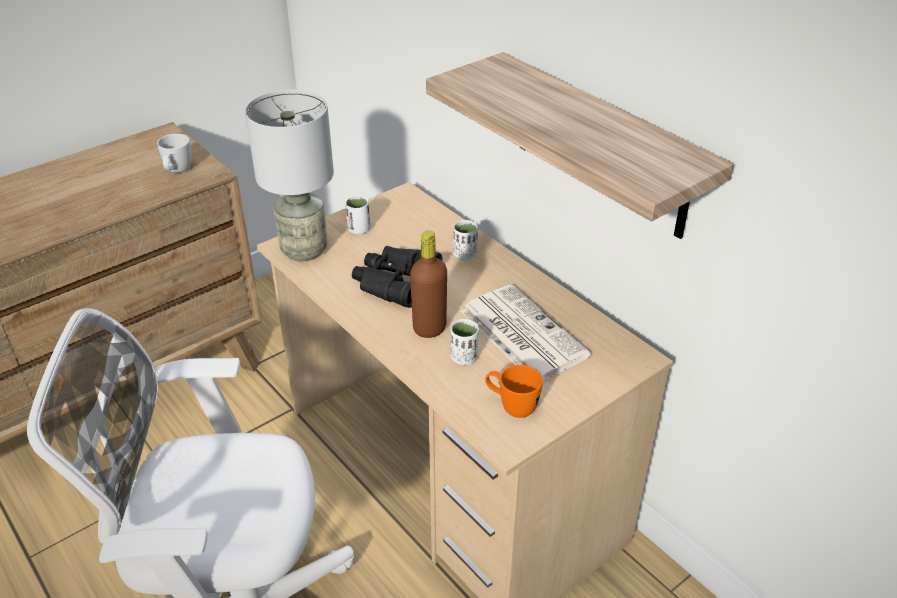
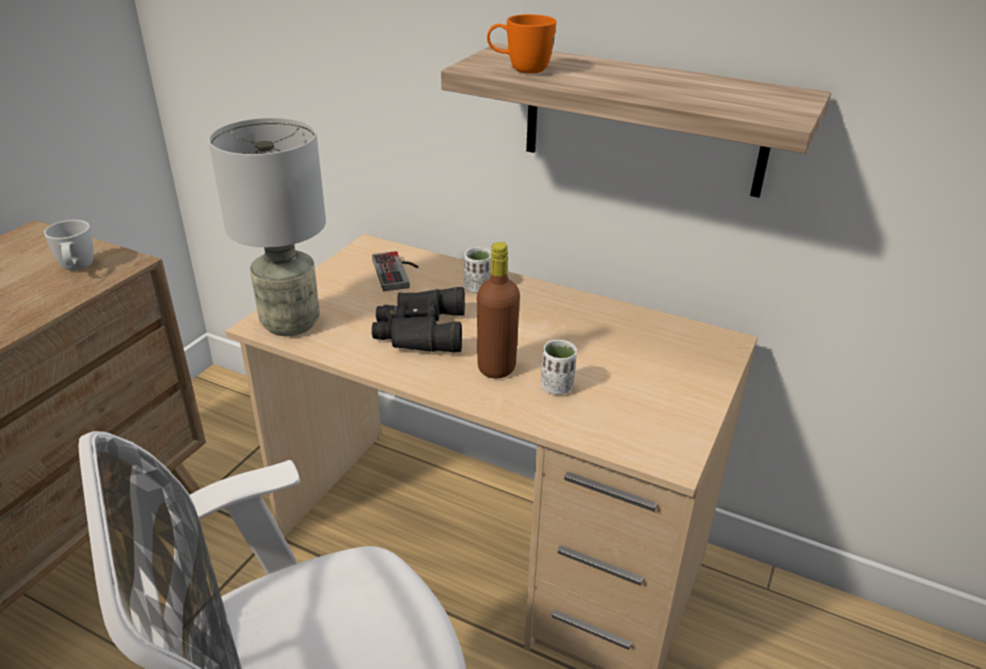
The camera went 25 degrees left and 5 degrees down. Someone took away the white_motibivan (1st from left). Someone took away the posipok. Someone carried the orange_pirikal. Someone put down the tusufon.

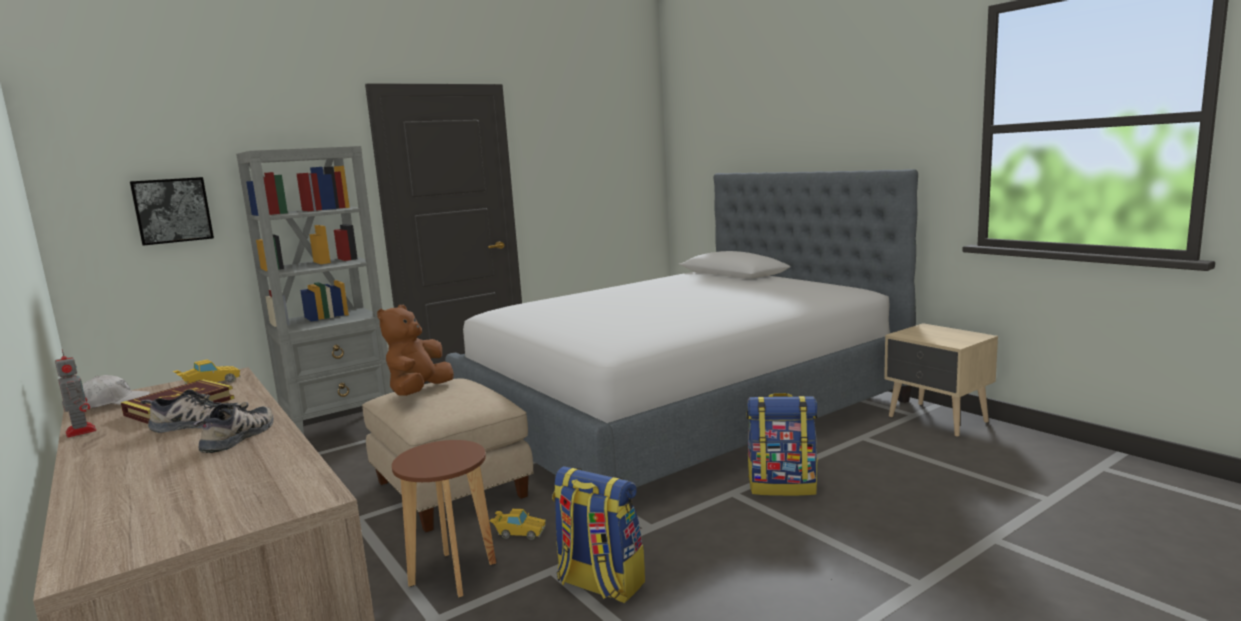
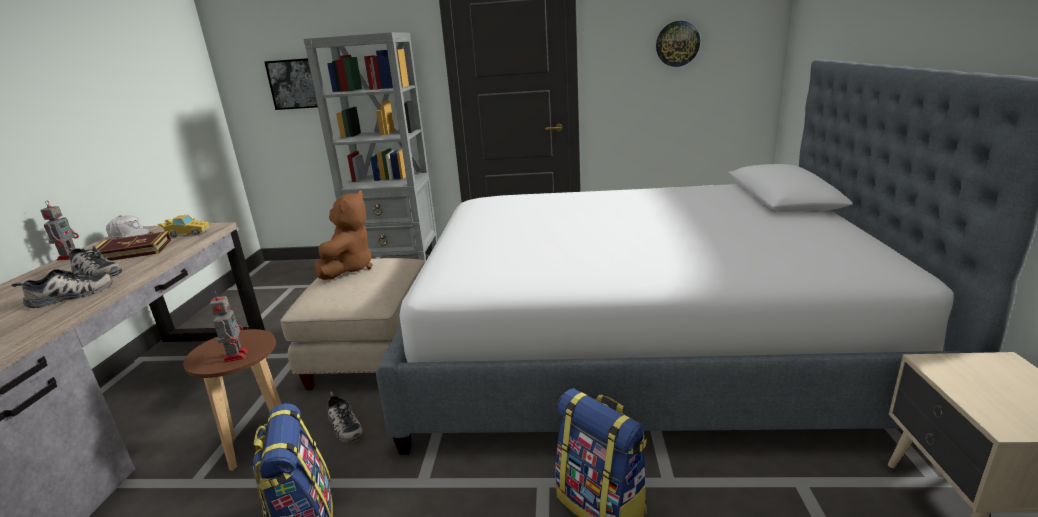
The camera went 40 degrees right and 10 degrees up. Someone rotated the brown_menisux by 135 degrees clockwise. Someone swapped the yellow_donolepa (2nd from left) for the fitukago (3rd from left). Someone put down the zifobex (2nd from left). Someone put up the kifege.

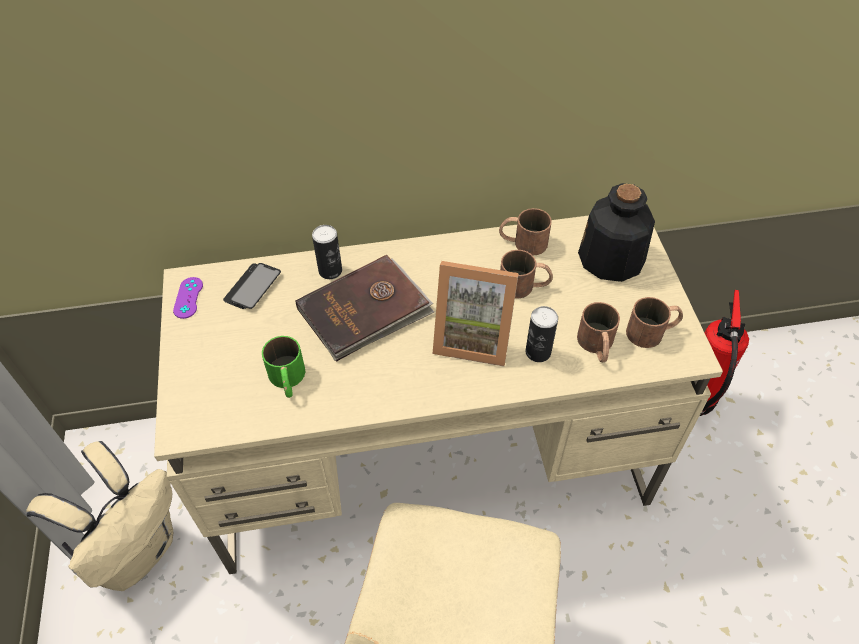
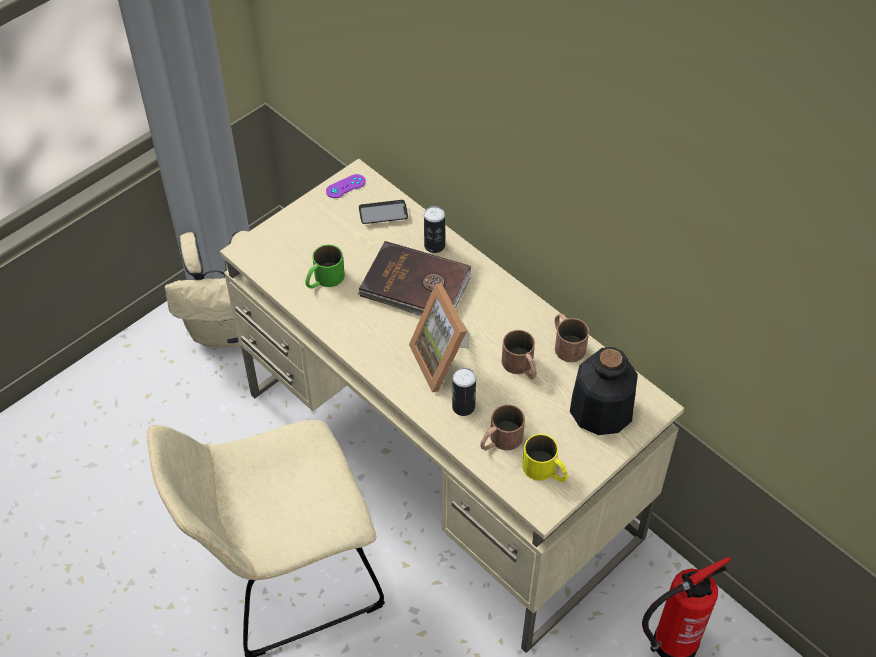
The camera went 55 degrees right and 0 degrees up. Someone repainted the brown_pirikal (4th from left), which became the yellow_pirikal.

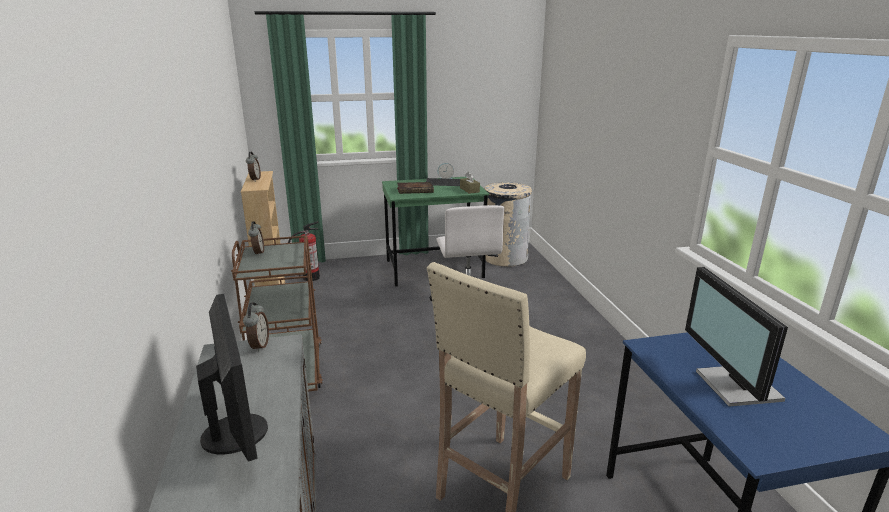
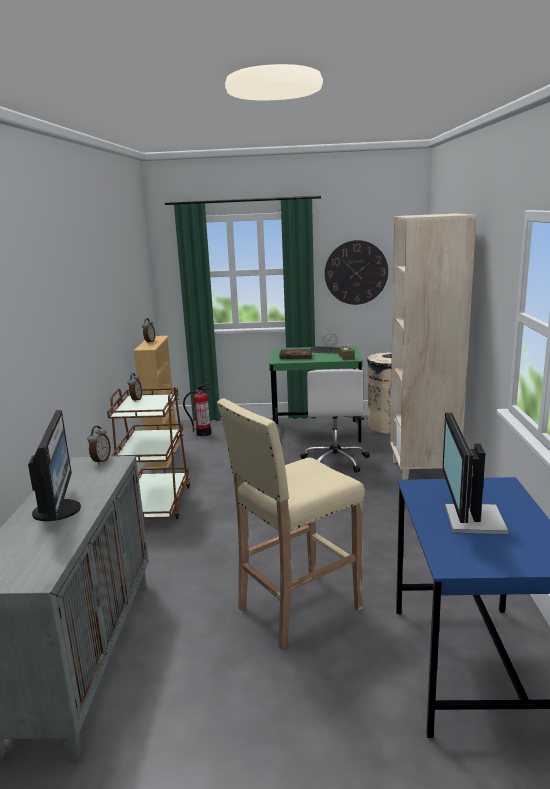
The camera went 15 degrees right and 5 degrees down. Someone put up the kifege. Someone put down the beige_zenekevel (2nd from left).

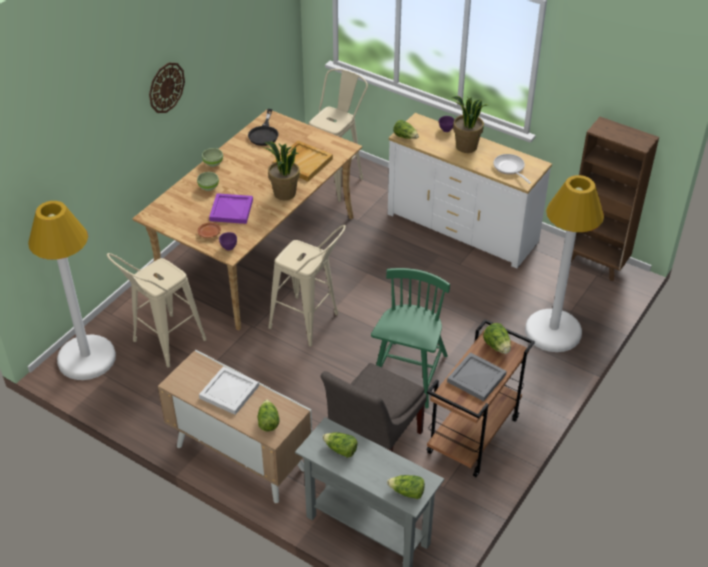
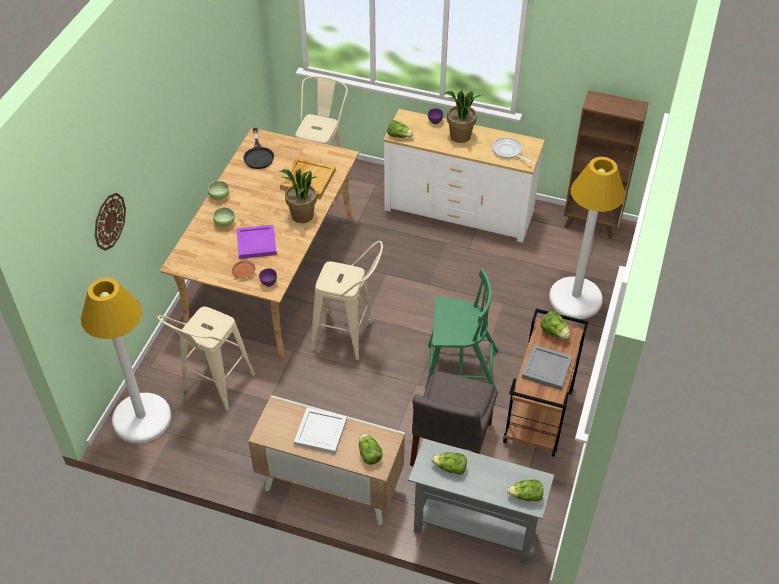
The camera went 15 degrees left and 5 degrees up. Someone carried the kifege. Someone rotated the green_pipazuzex by 90 degrees clockwise.

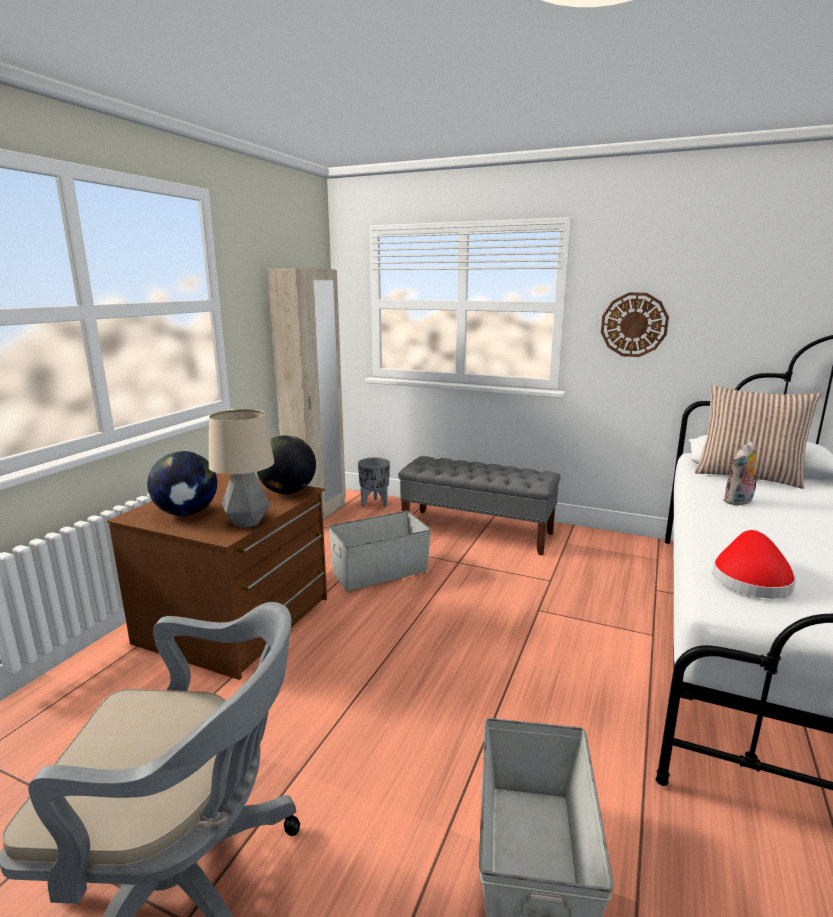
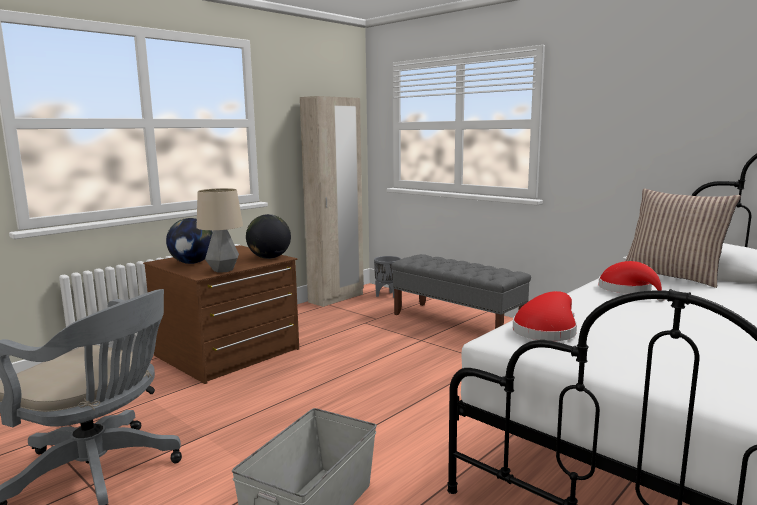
The camera went 20 degrees right and 5 degrees down. Someone took away the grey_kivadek (1st from left). Someone took away the kifege. Someone swapped the menisux for the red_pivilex (2nd from left).

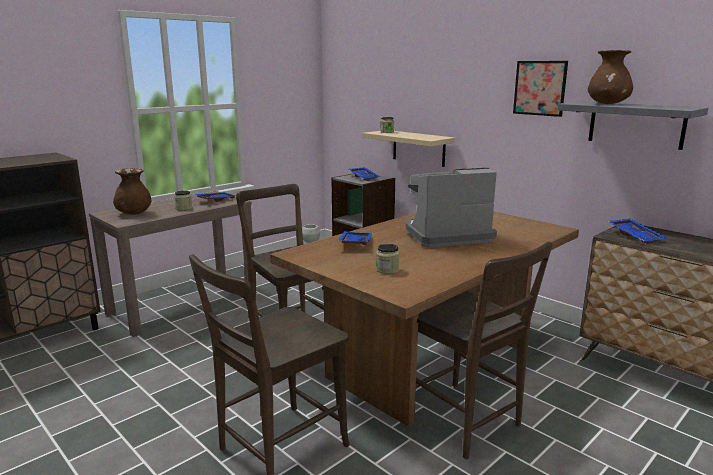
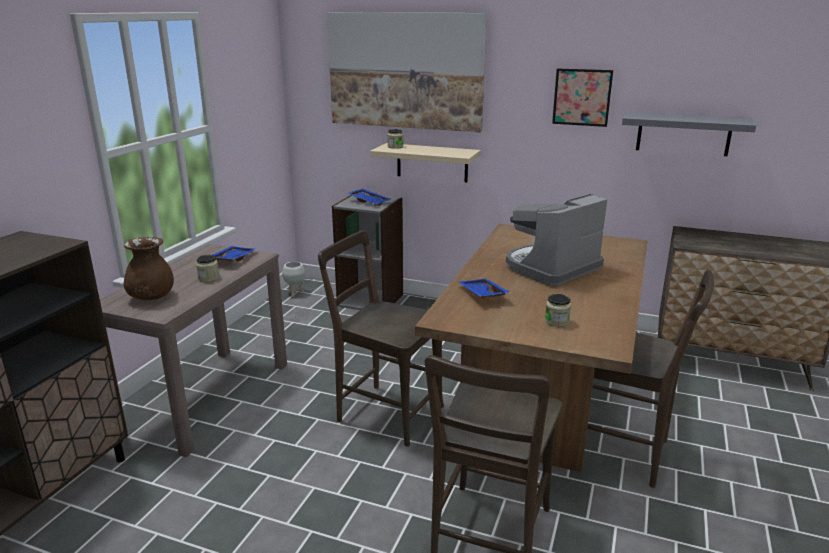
The camera went 25 degrees left and 5 degrees up. Someone took away the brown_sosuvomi (2nd from left). Someone took away the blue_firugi (4th from left). Someone put up the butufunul (1st from left).

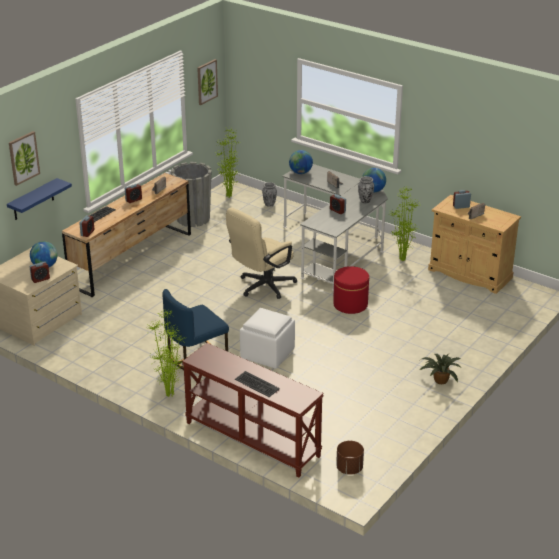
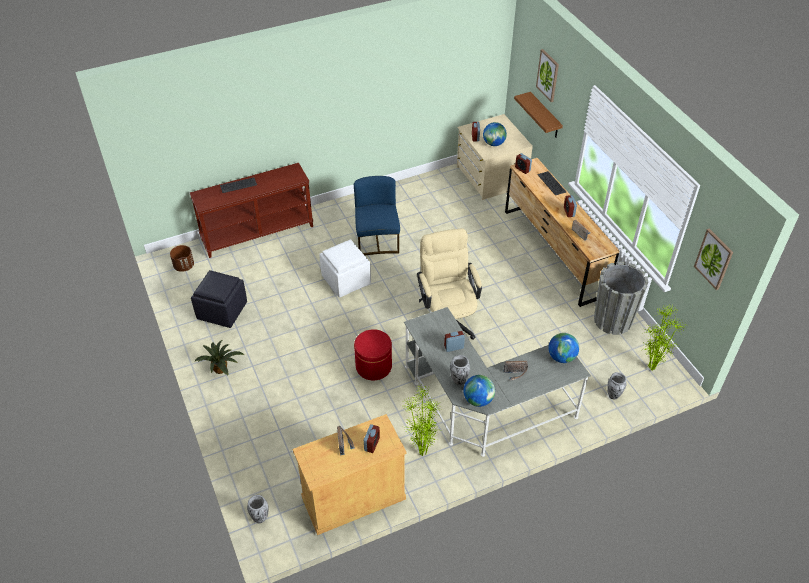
The camera went 120 degrees right and 15 degrees up. Someone repainted the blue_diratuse, which became the brown_diratuse. Someone took away the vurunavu (1st from left). Someone put down the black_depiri. Someone put down the sosuvomi (1st from left).

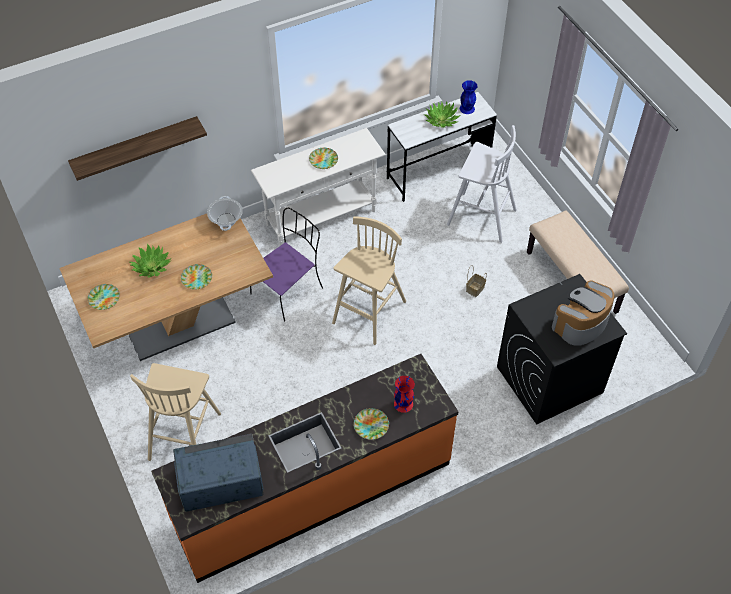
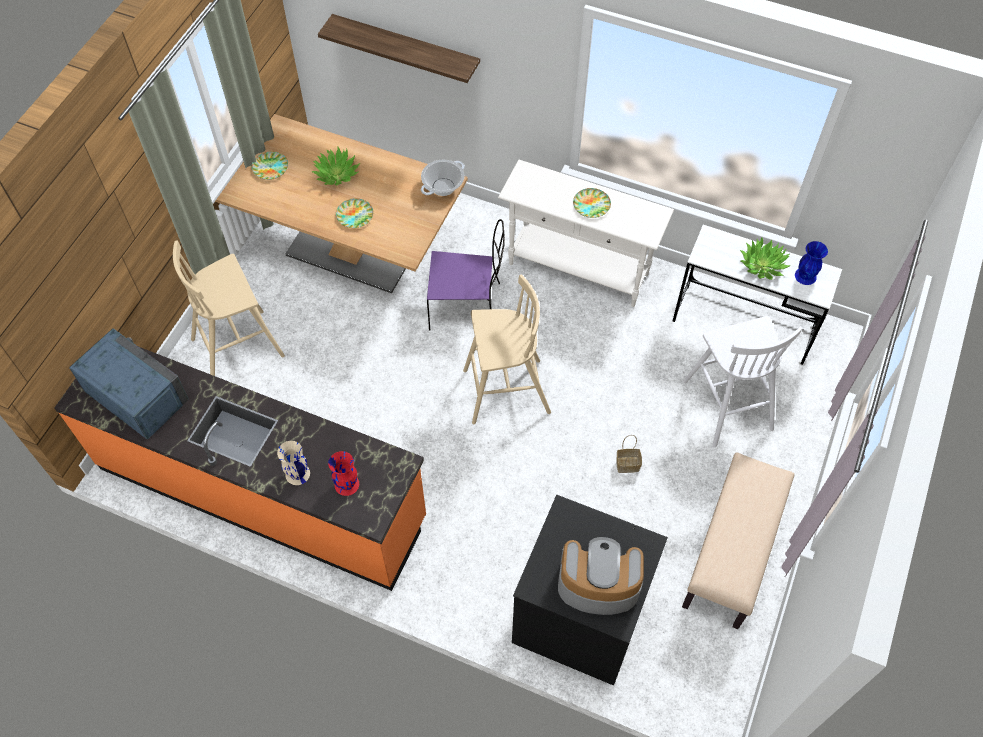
The camera went 50 degrees right and 5 degrees up. Someone swapped the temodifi (4th from left) for the beige_sosuvomi.

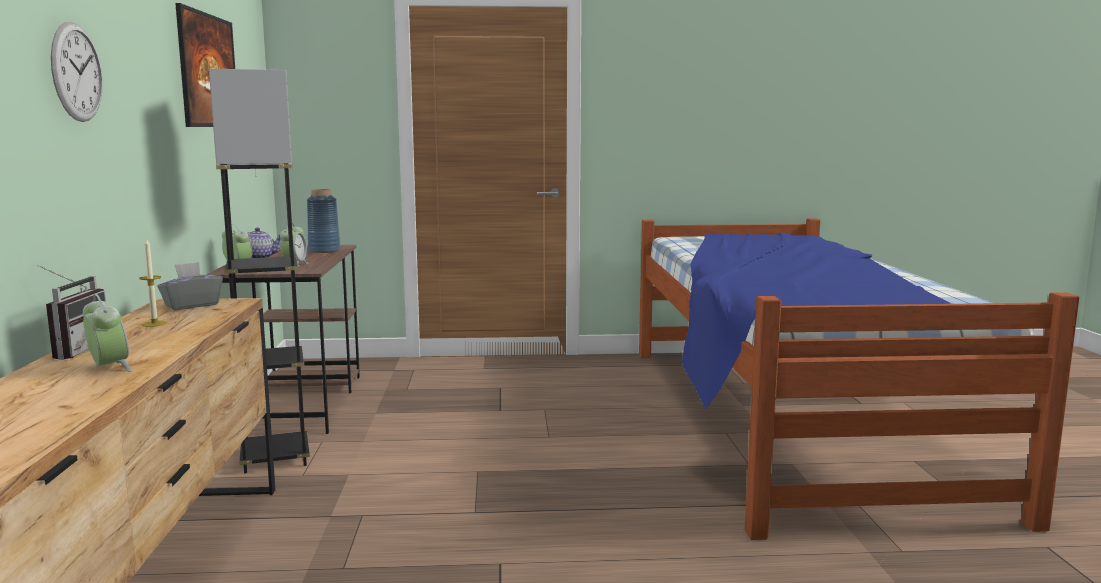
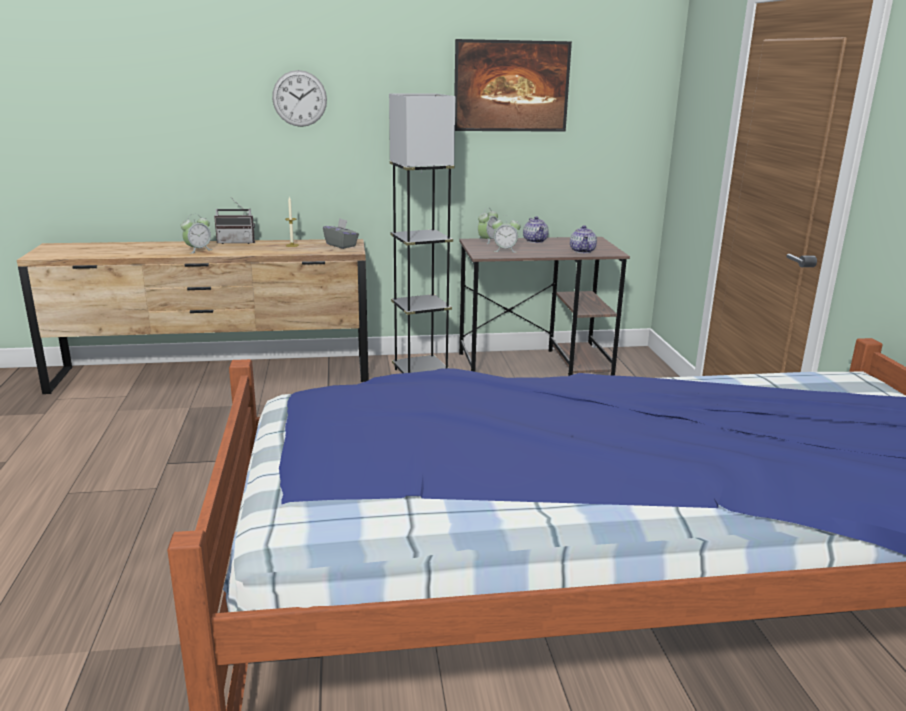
The camera went 85 degrees right and 10 degrees up. Someone swapped the blue_sosuvomi for the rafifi (2nd from left).

